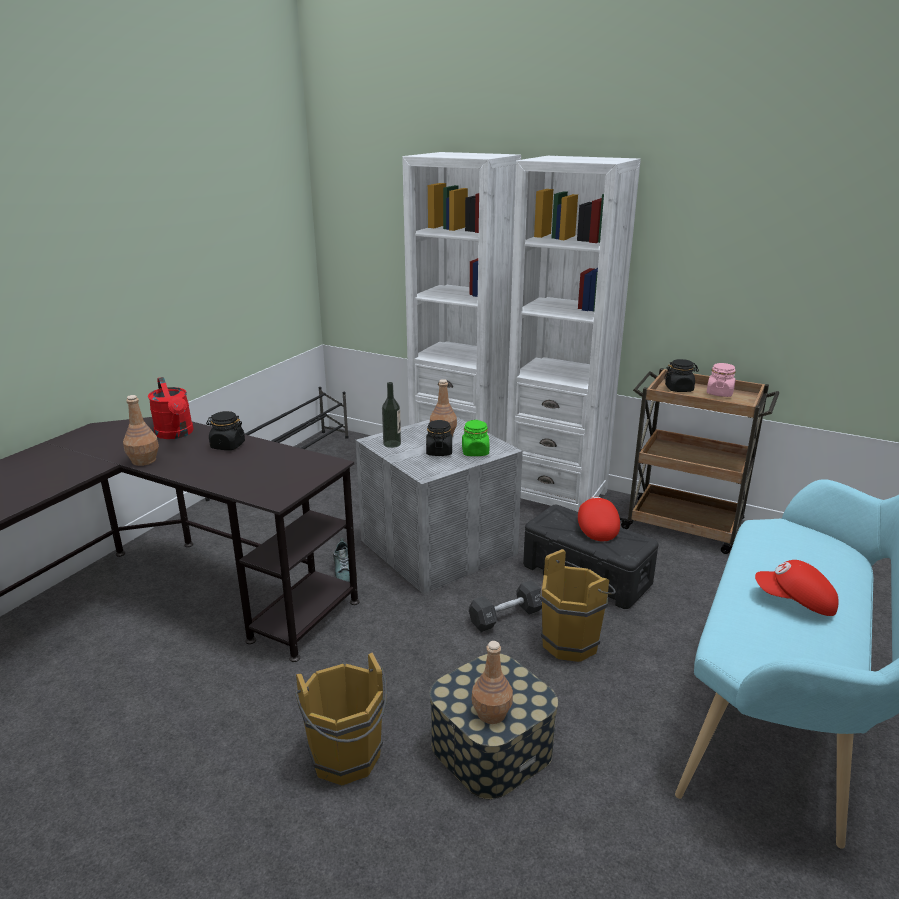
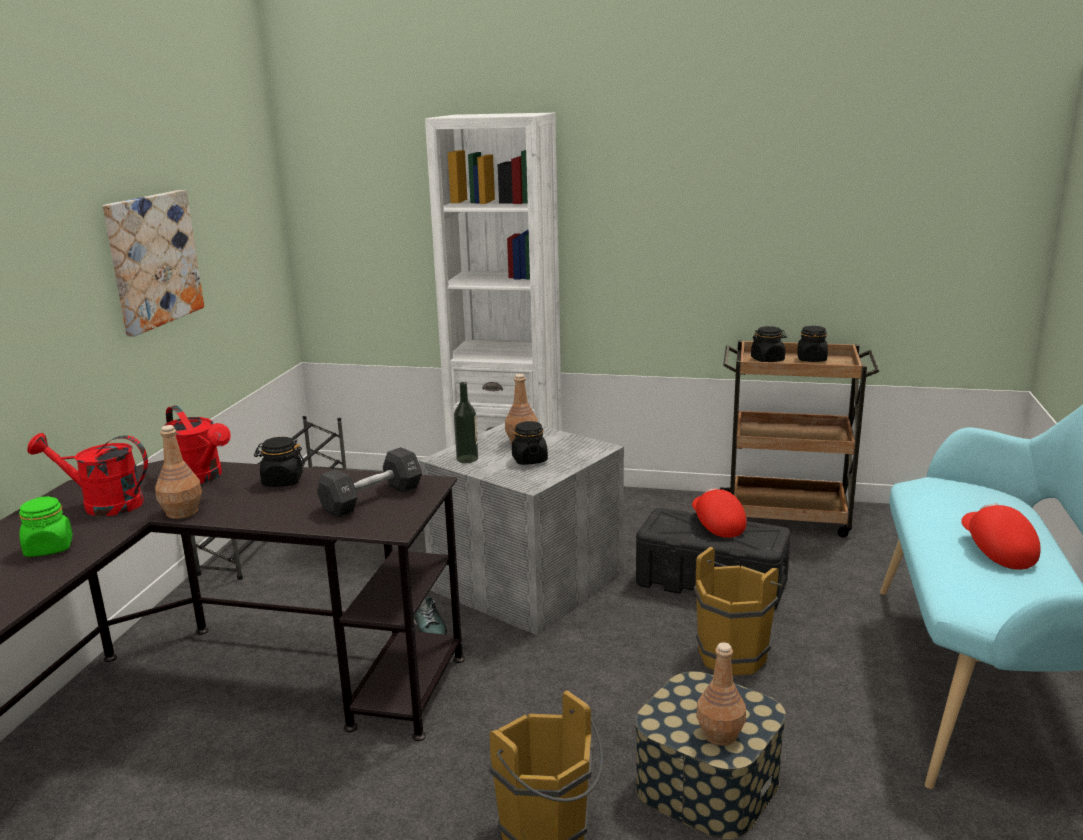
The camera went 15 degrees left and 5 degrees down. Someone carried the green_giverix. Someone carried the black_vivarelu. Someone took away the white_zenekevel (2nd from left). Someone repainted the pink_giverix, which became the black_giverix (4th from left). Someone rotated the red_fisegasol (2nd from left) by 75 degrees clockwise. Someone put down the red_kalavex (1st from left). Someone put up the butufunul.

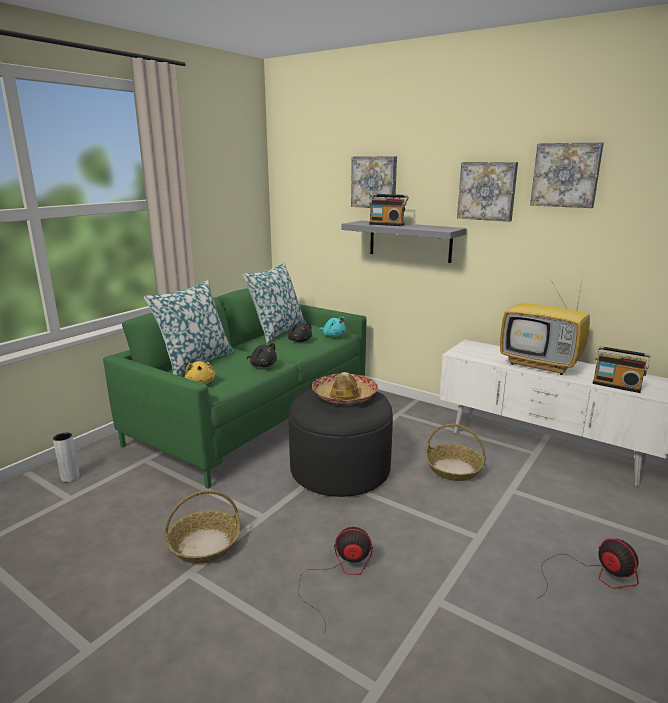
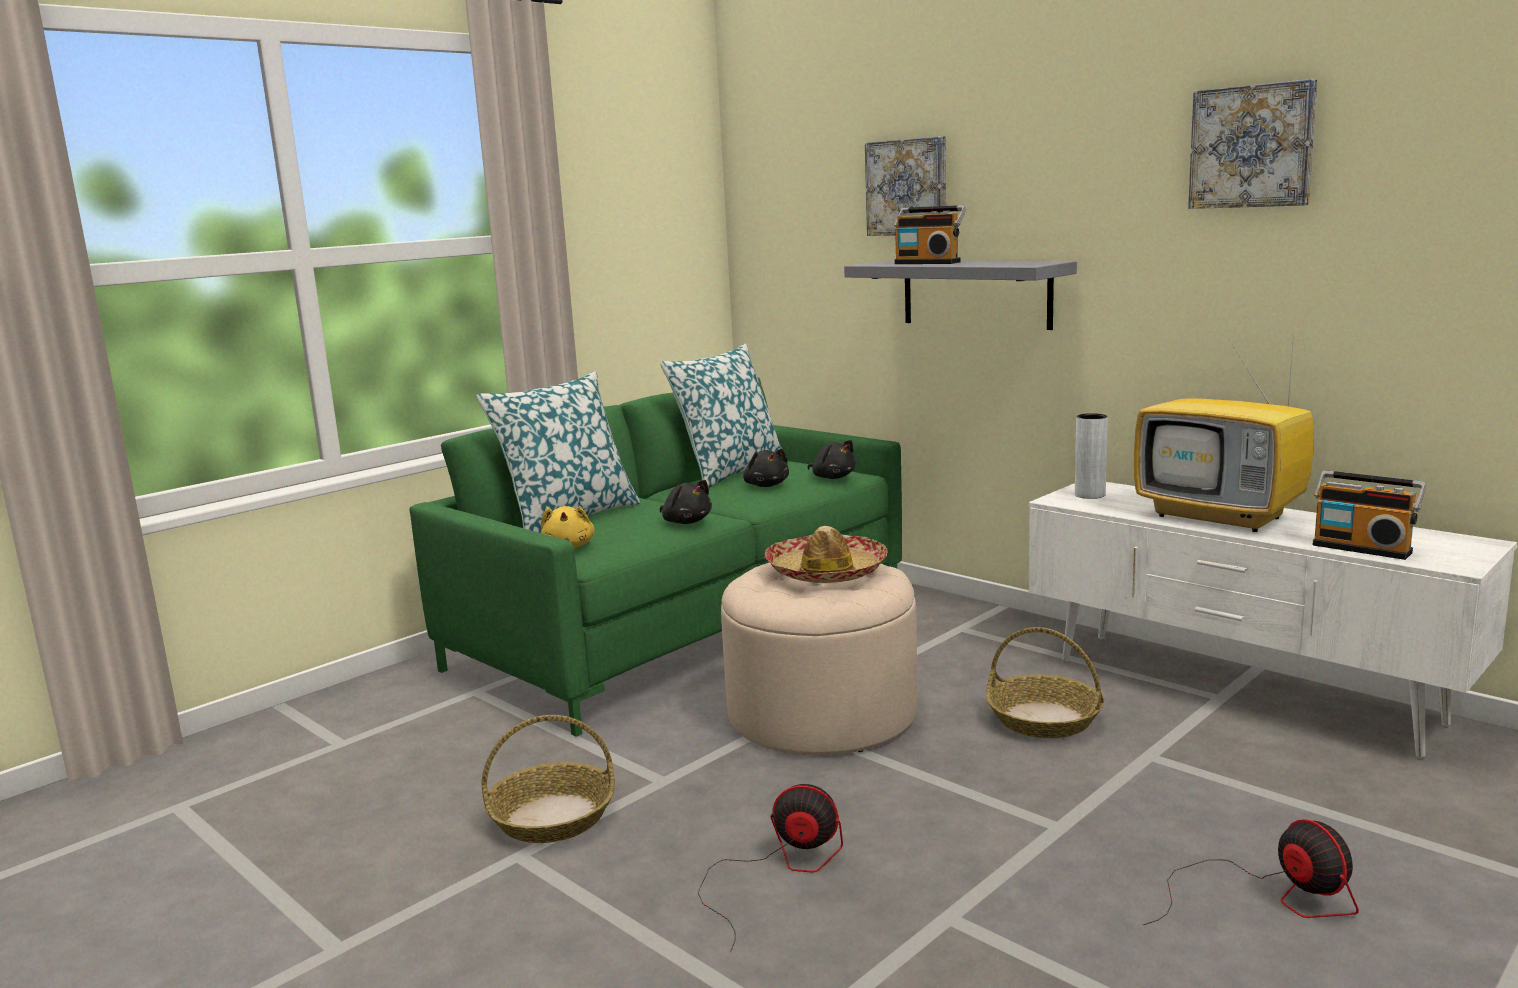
The camera went 10 degrees right and 5 degrees down. Someone carried the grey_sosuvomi. Someone repainted the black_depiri, which became the beige_depiri. Someone repainted the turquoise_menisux, which became the black_menisux (3rd from left). Someone took away the butufunul (2nd from left).

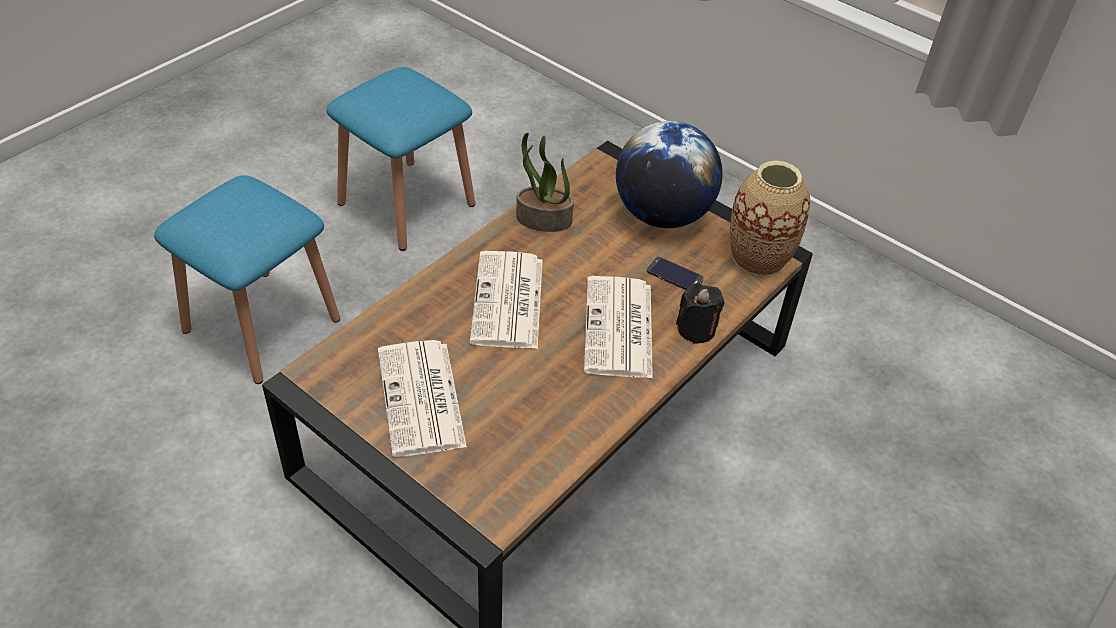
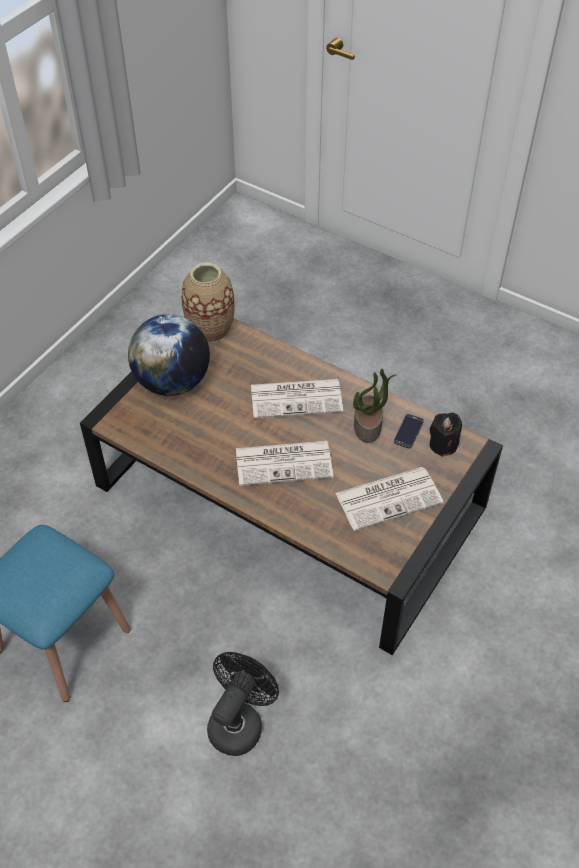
The camera went 95 degrees left and 5 degrees up. Someone swapped the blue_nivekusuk (1st from left) for the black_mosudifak. Someone carried the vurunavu. Someone carried the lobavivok. Someone carried the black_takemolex.

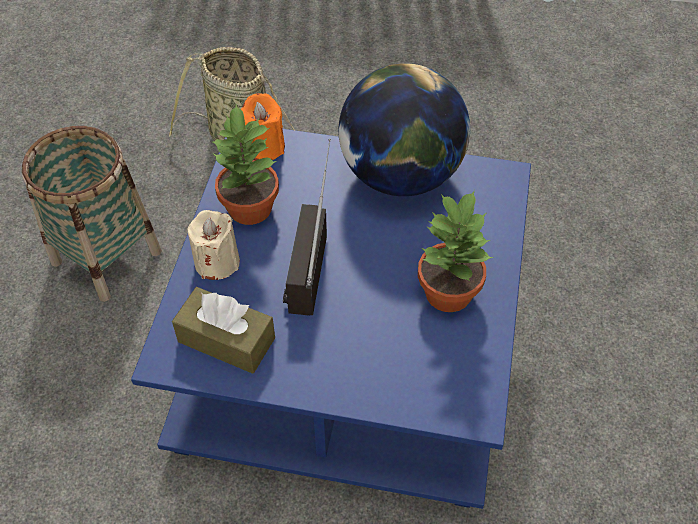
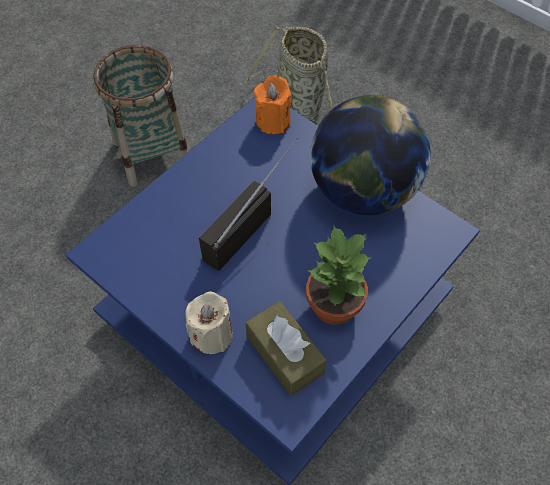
The camera went 30 degrees right and 5 degrees up. Someone carried the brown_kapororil. Someone carried the beige_takemolex. Someone took away the vurunavu (1st from left).

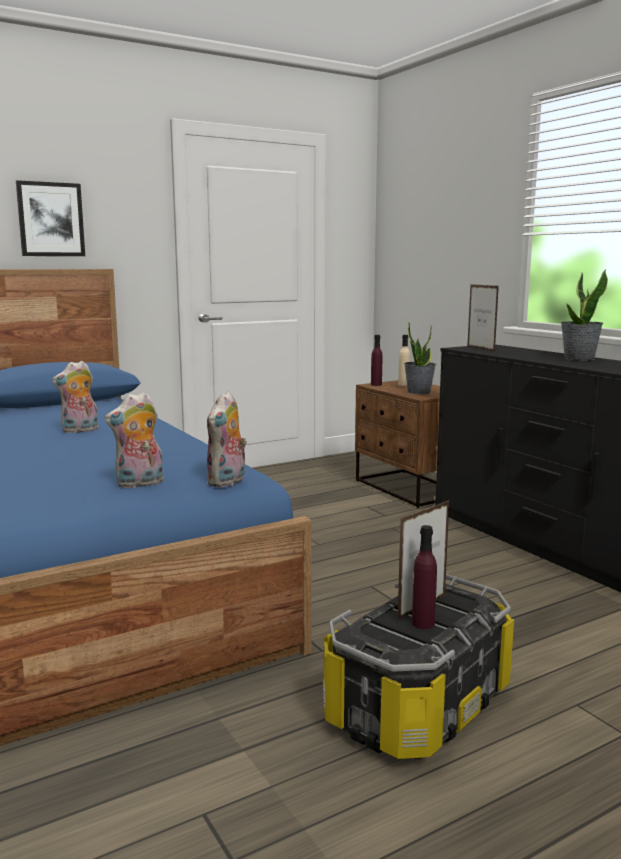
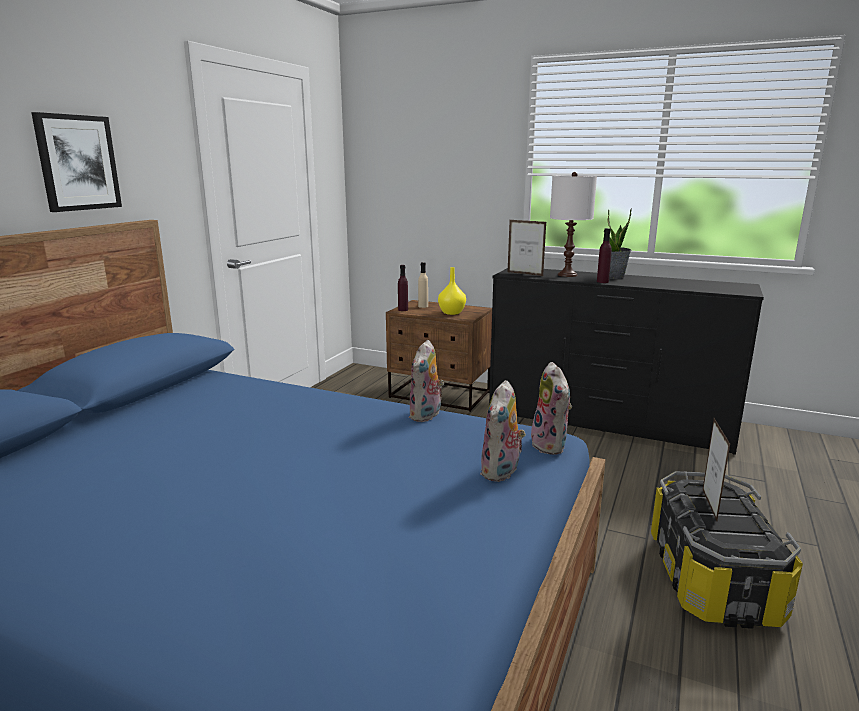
The camera went 35 degrees left and 5 degrees up. Someone carried the menisux (1st from left). Someone swapped the vurunavu (1st from left) for the yellow_sosuvomi. Someone carried the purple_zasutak (2nd from left). Someone put down the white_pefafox.

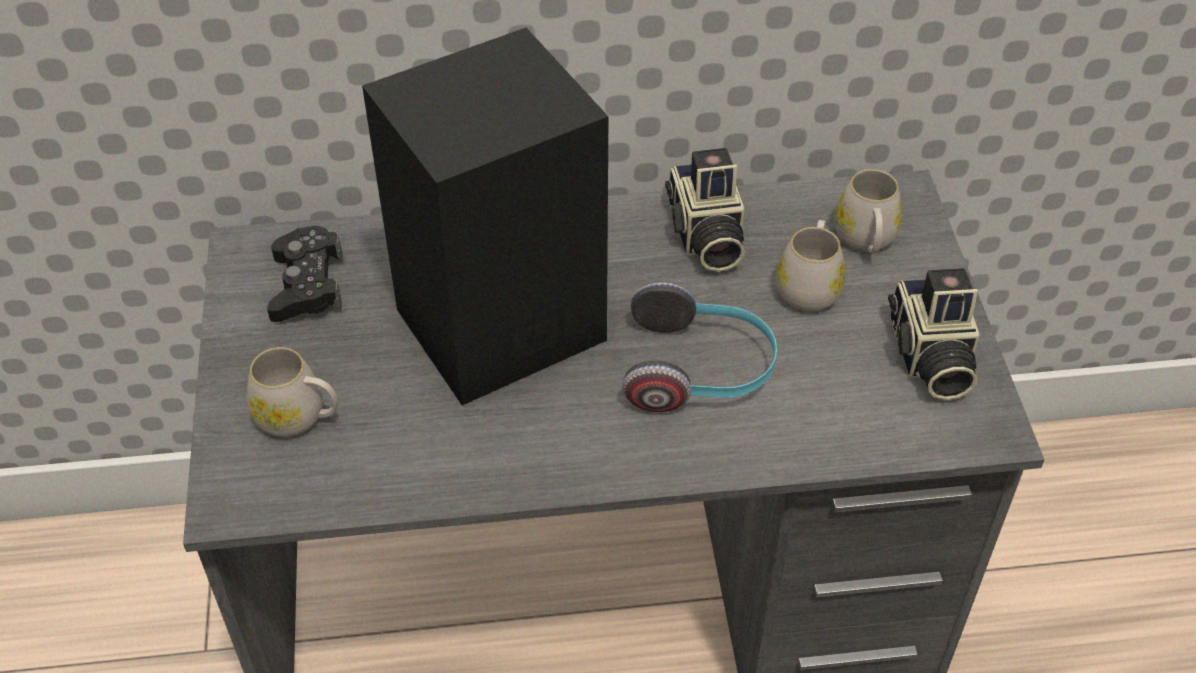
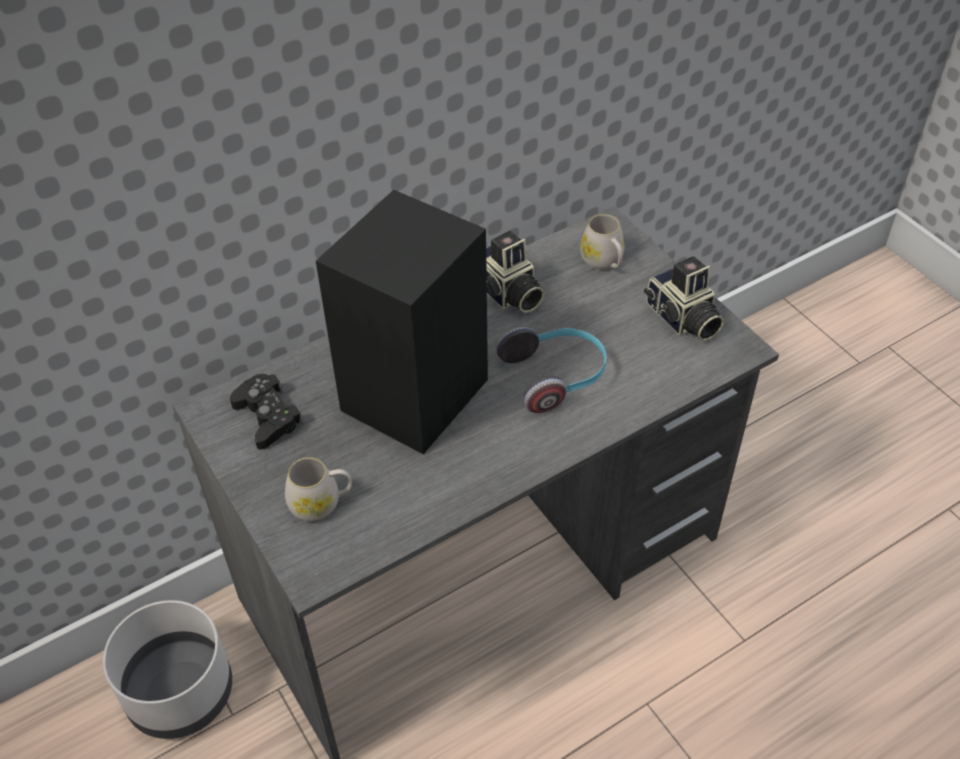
The camera went 25 degrees left and 0 degrees up. Someone took away the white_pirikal (2nd from left). Someone put down the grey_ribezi.

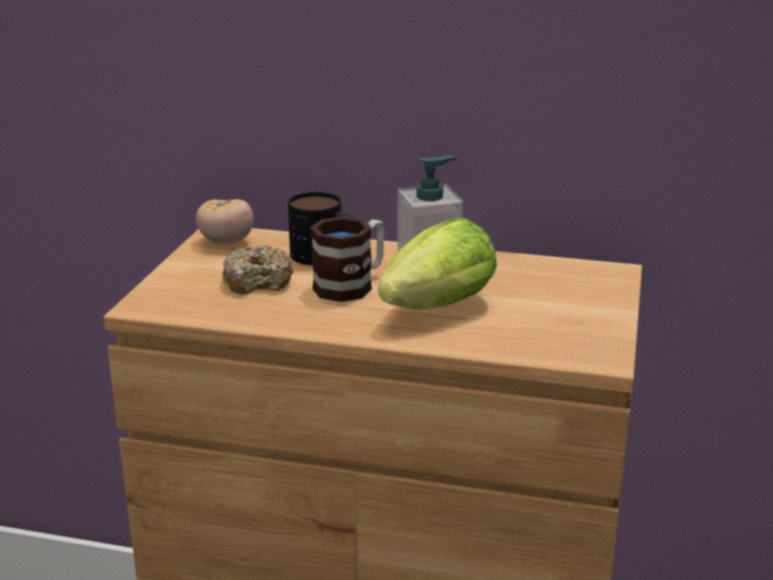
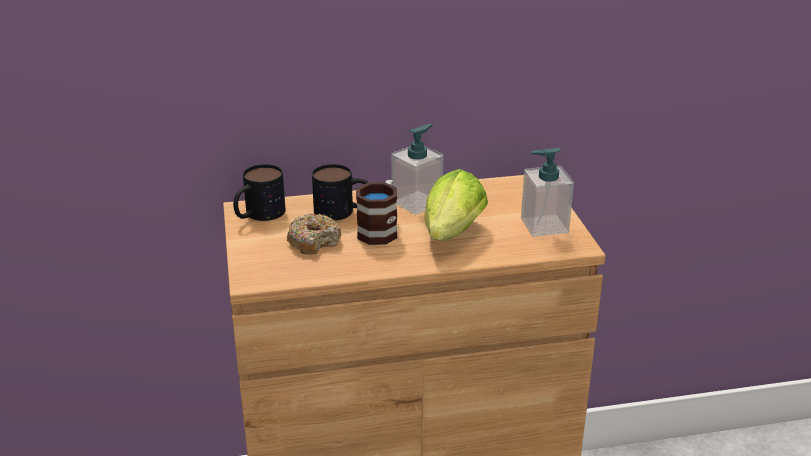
The camera went 25 degrees left and 5 degrees up. Someone swapped the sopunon for the pirikal (1st from left). Someone put down the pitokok (2nd from left).

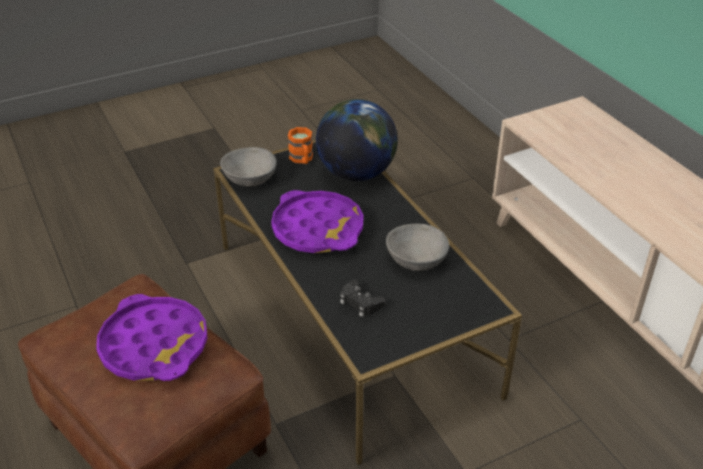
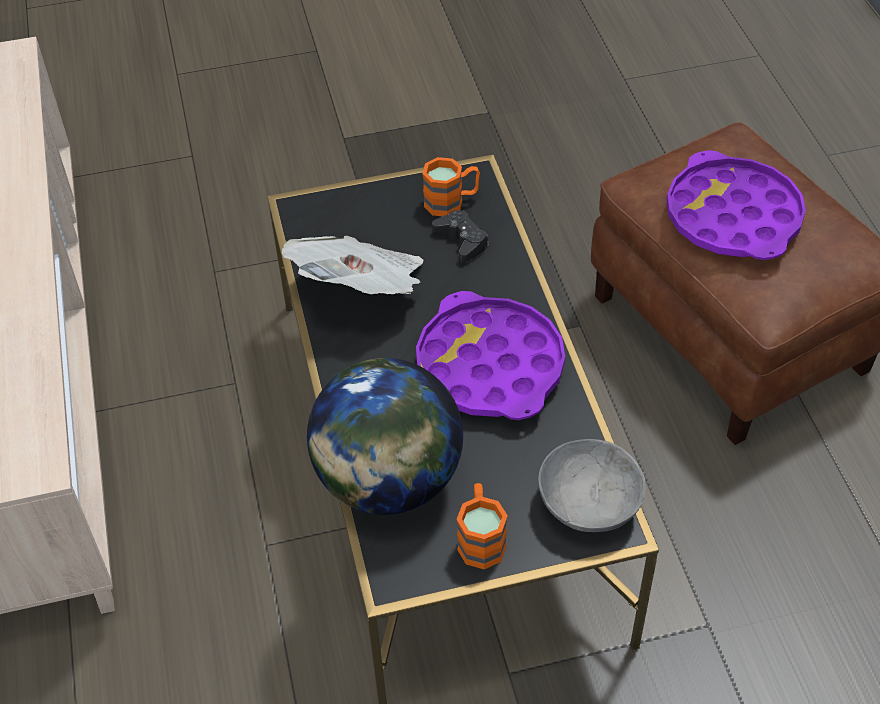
The camera went 165 degrees left and 10 degrees up. Someone swapped the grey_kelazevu (2nd from left) for the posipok. Someone put down the orange_pirikal (1st from left).

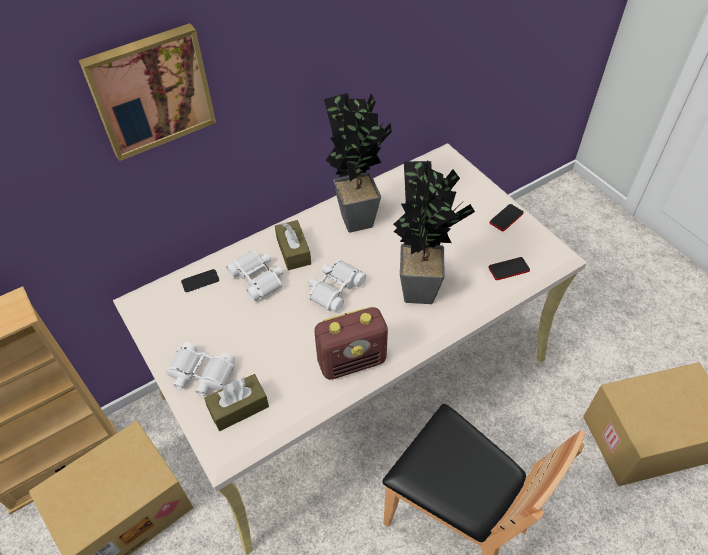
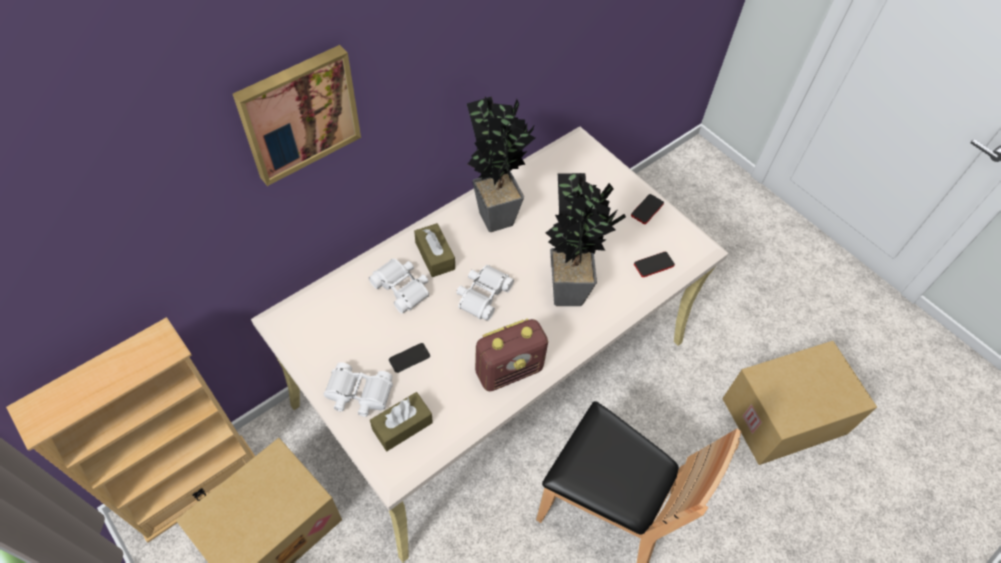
The camera went 10 degrees left and 5 degrees up. Someone carried the lobavivok (1st from left).

